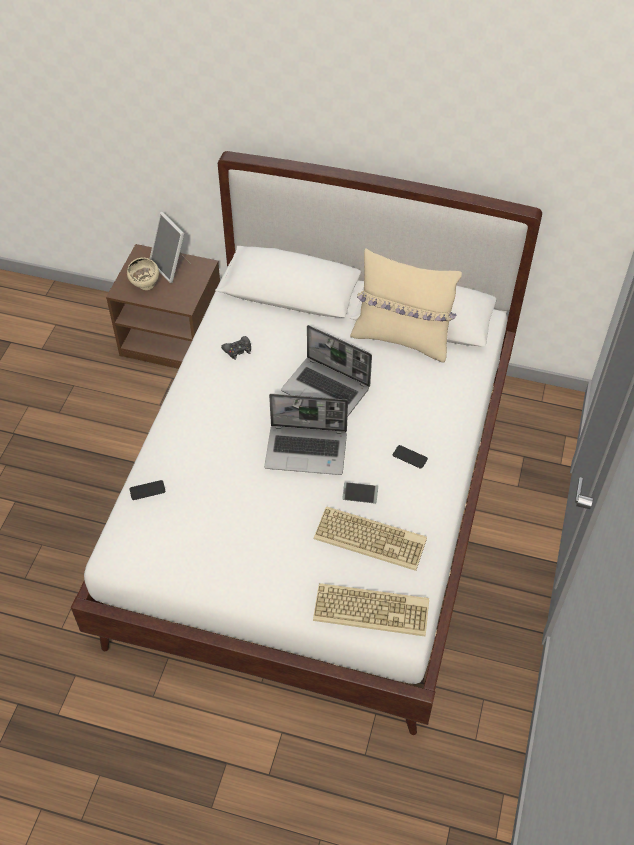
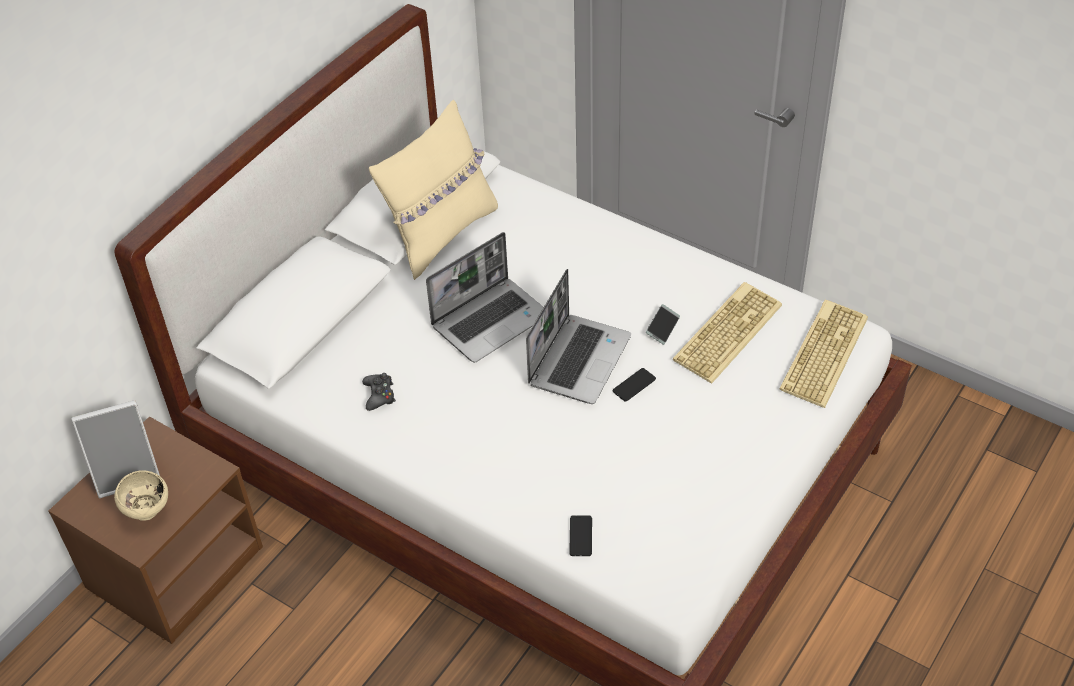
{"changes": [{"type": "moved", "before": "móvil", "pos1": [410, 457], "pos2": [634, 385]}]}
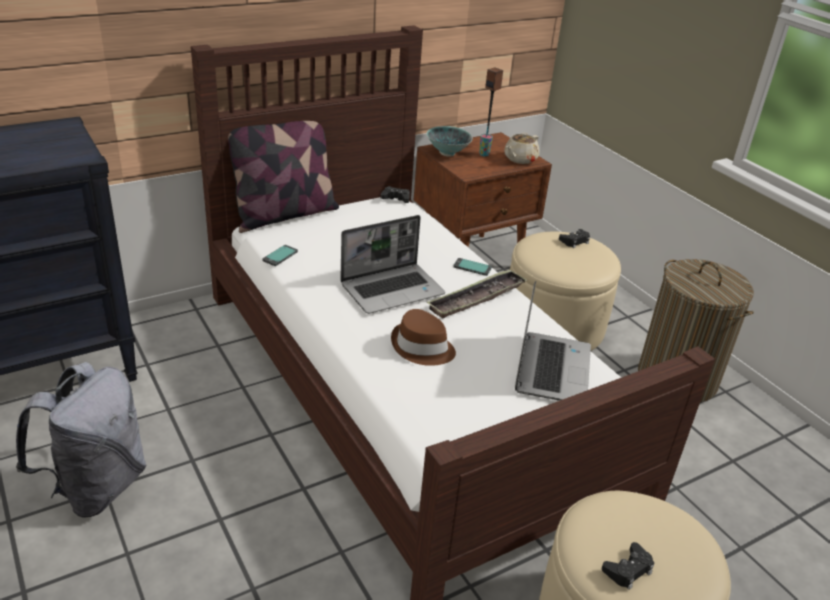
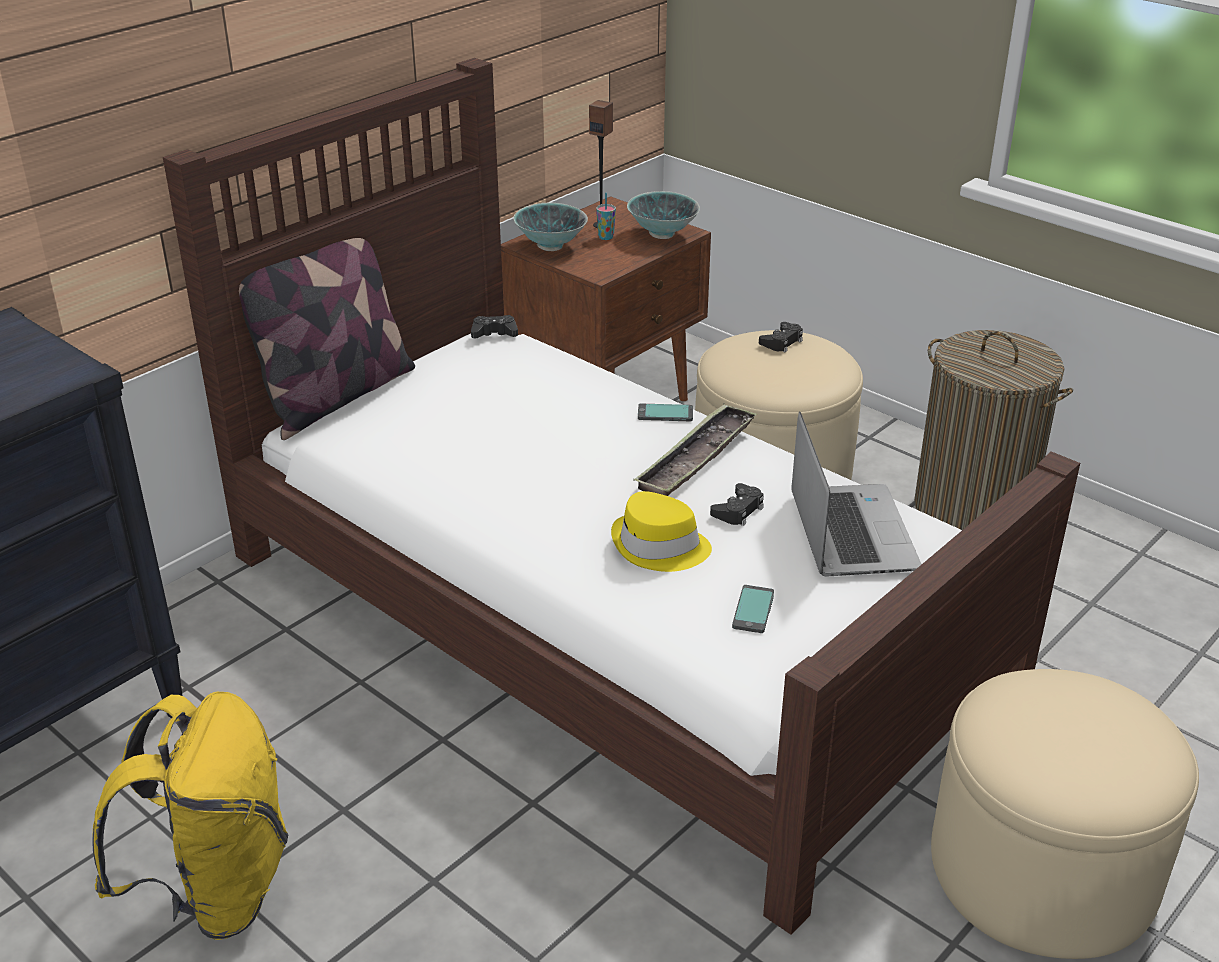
{"changes": [{"type": "replaced", "before": "tetera [beis]", "after": "cuenco", "pos1": [520, 159], "pos2": [662, 234]}, {"type": "removed", "before": "portátil", "pos1": [393, 289]}, {"type": "moved", "before": "móvil", "pos1": [280, 256], "pos2": [753, 610]}, {"type": "recoloured", "before": "sombrero [marrón]", "after": "sombrero [amarillo]", "pos1": [422, 348], "pos2": [659, 547]}, {"type": "recoloured", "before": "mochila [gris]", "after": "mochila [amarillo]", "pos1": [97, 487], "pos2": [217, 890]}, {"type": "moved", "before": "mando de consola [negro]", "pos1": [628, 570], "pos2": [738, 510]}]}
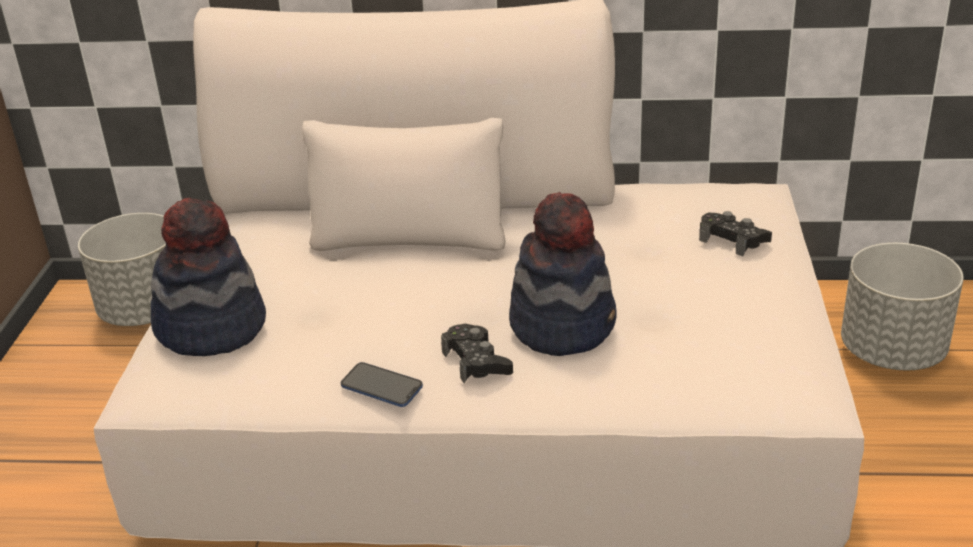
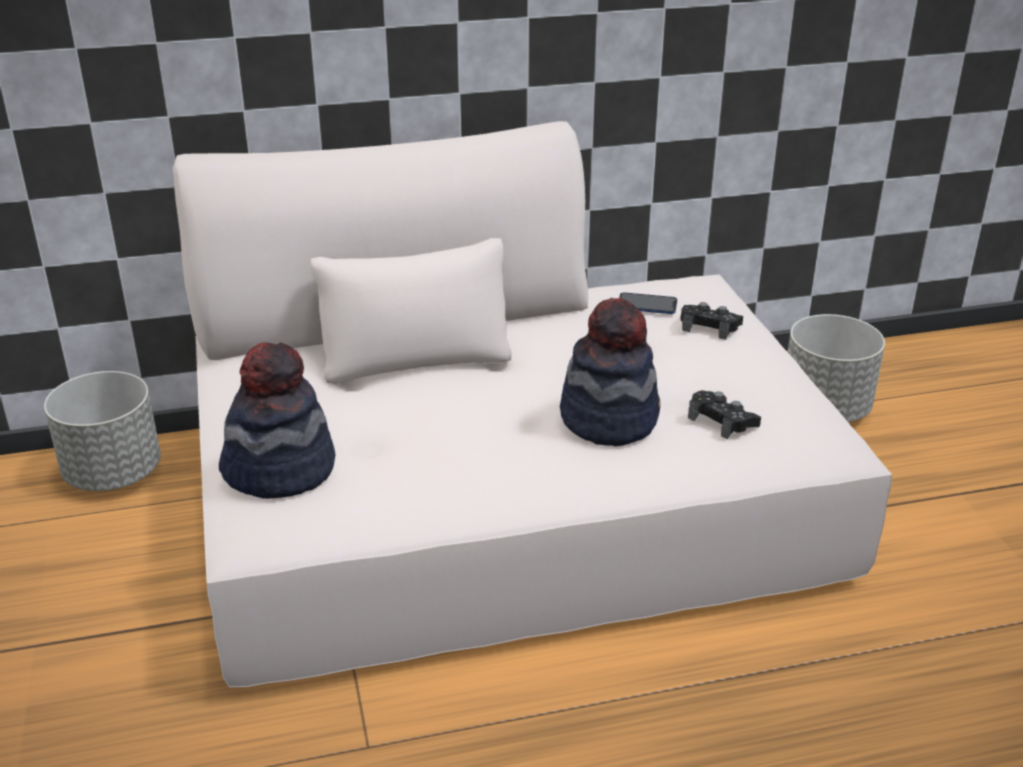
{"changes": [{"type": "moved", "before": "mando de consola [negro]", "pos1": [476, 361], "pos2": [722, 421]}, {"type": "moved", "before": "móvil", "pos1": [381, 386], "pos2": [647, 305]}]}
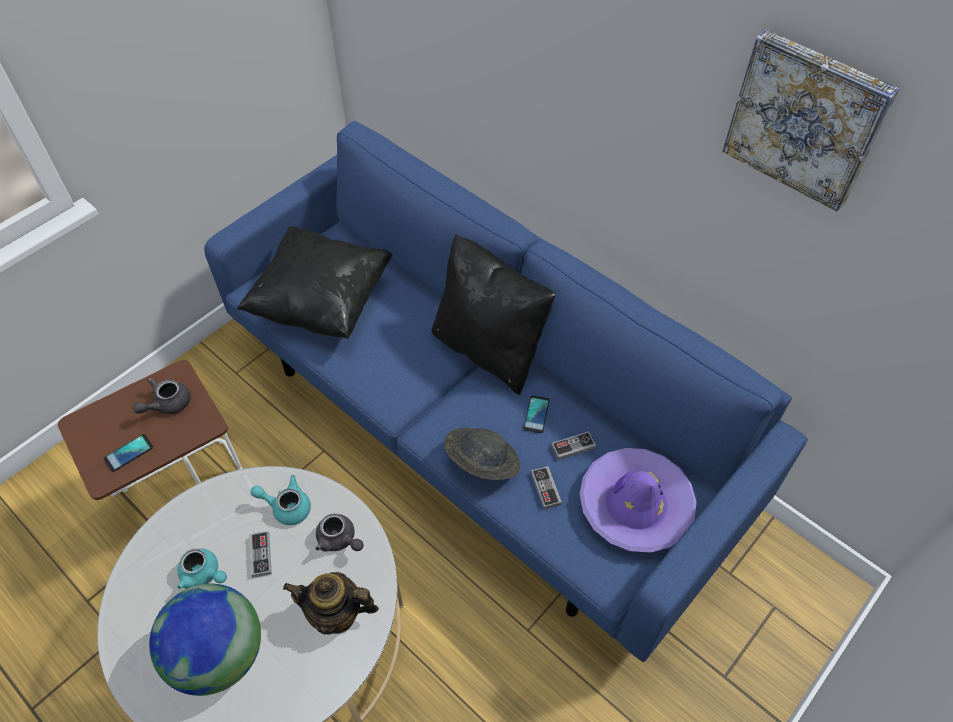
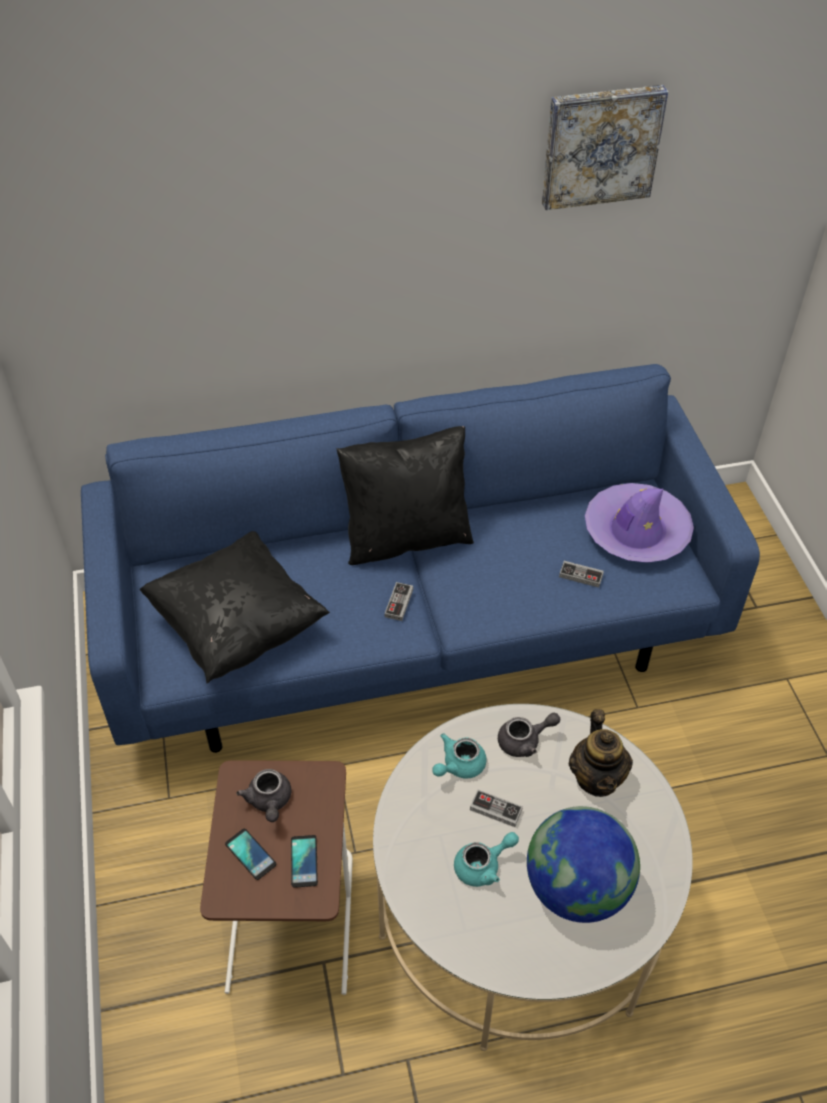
{"changes": [{"type": "moved", "before": "móvil", "pos1": [536, 414], "pos2": [250, 854]}, {"type": "removed", "before": "sombrero [gris]", "pos1": [481, 462]}, {"type": "moved", "before": "mando de consola", "pos1": [573, 447], "pos2": [399, 603]}, {"type": "turned", "before": "tetera", "pos1": [336, 614], "pos2": [597, 778], "turn": -45}]}
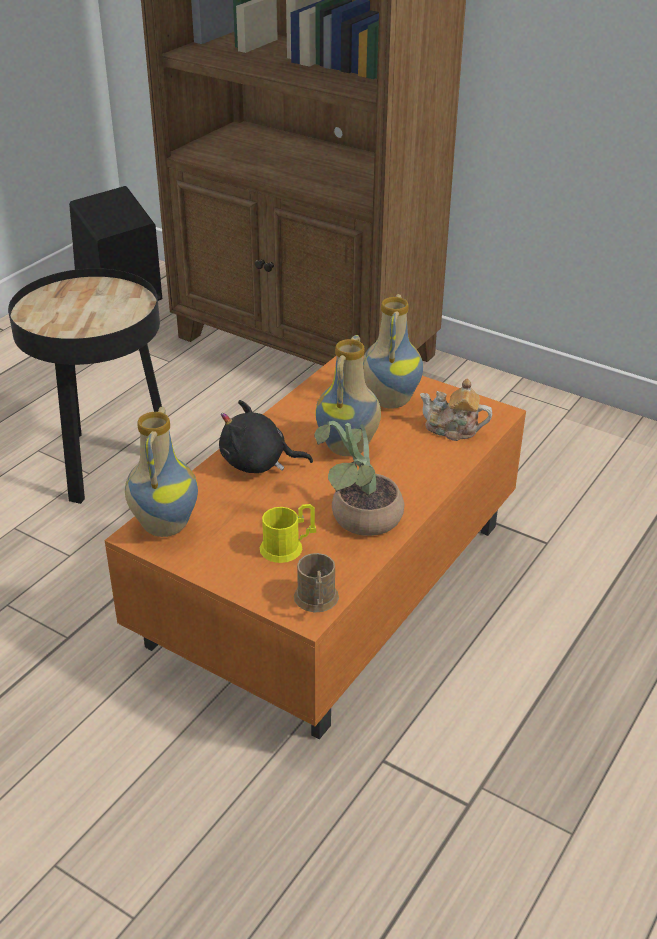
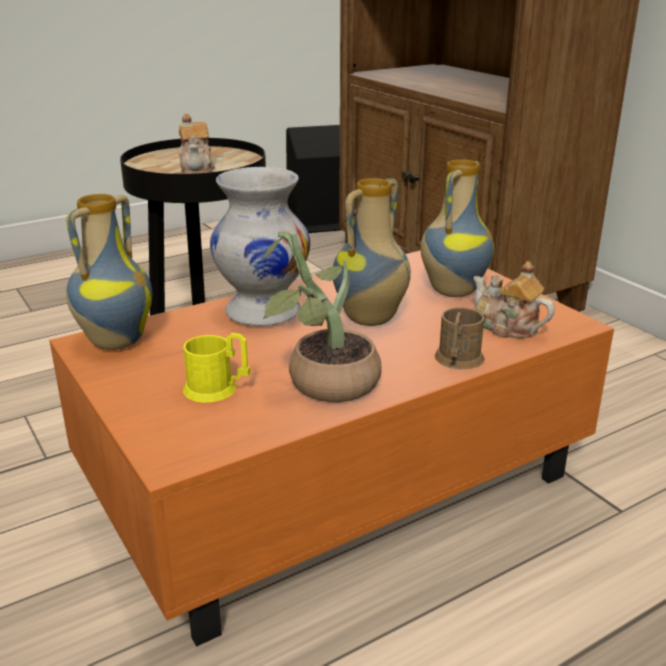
{"changes": [{"type": "replaced", "before": "peluche [negro]", "after": "florero [blanco]", "pos1": [258, 463], "pos2": [263, 312]}, {"type": "moved", "before": "taza grande [marrón]", "pos1": [317, 601], "pos2": [458, 361]}, {"type": "added", "after": "tetera", "pos2": [197, 170]}]}
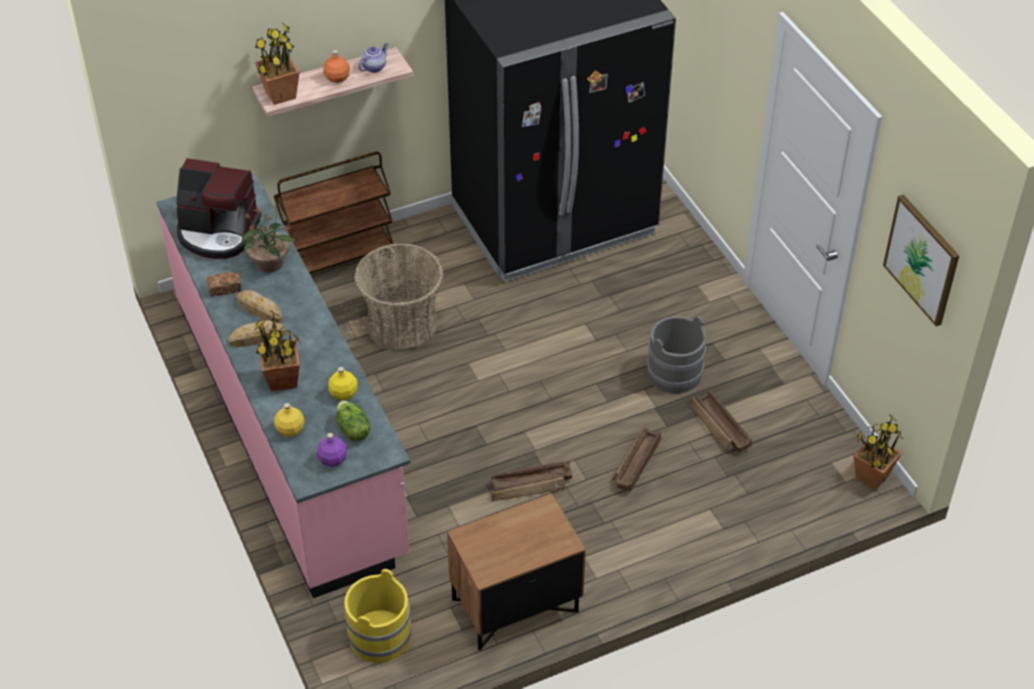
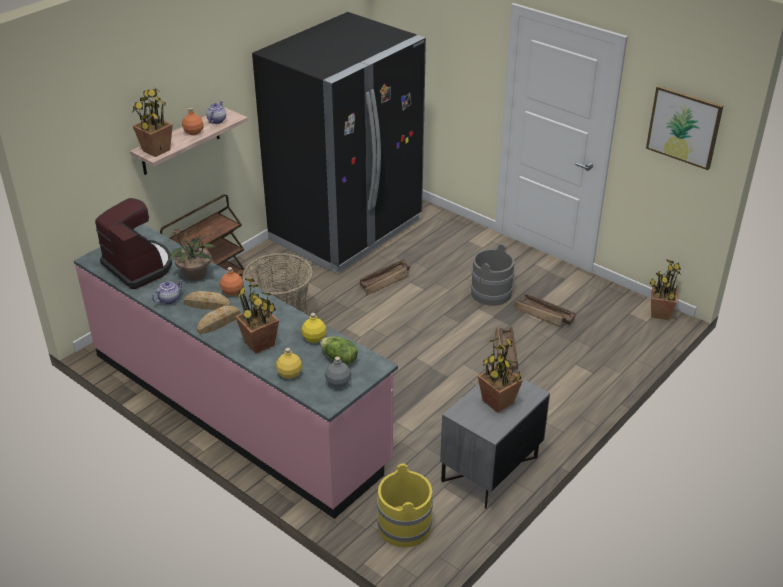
{"changes": [{"type": "turned", "before": "cafetera", "pos1": [218, 232], "pos2": [139, 266], "turn": -120}, {"type": "replaced", "before": "pan", "after": "tetera", "pos1": [225, 289], "pos2": [169, 299]}, {"type": "recoloured", "before": "botella [morado]", "after": "botella [gris]", "pos1": [333, 460], "pos2": [338, 383]}, {"type": "moved", "before": "caja de embalaje", "pos1": [531, 485], "pos2": [386, 281]}, {"type": "recoloured", "before": "mesita de noche [marrón]", "after": "mesita de noche [gris]", "pos1": [515, 607], "pos2": [490, 470]}, {"type": "added", "after": "botella [naranja]", "pos2": [232, 292]}, {"type": "added", "after": "planta en maceta", "pos2": [498, 402]}]}
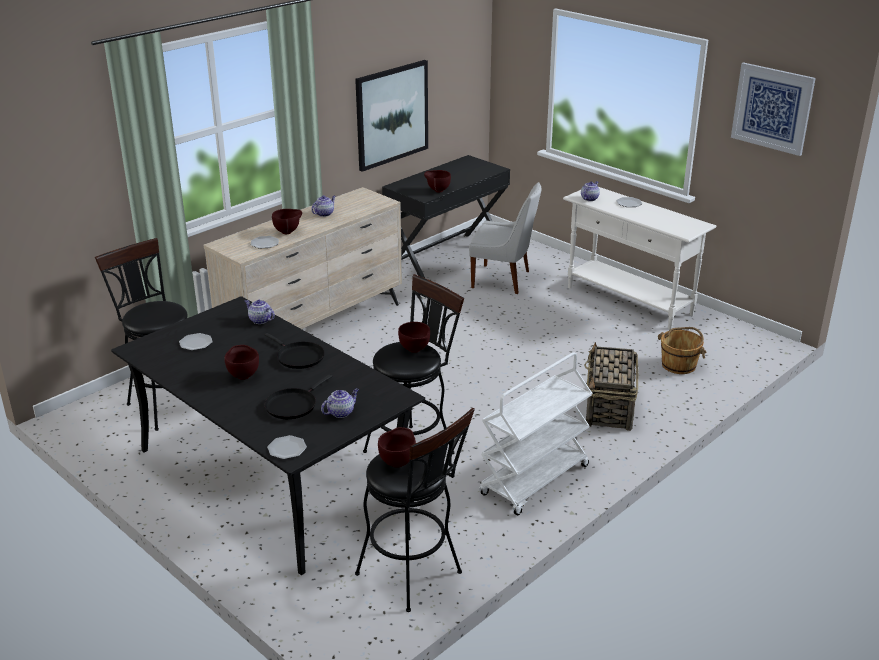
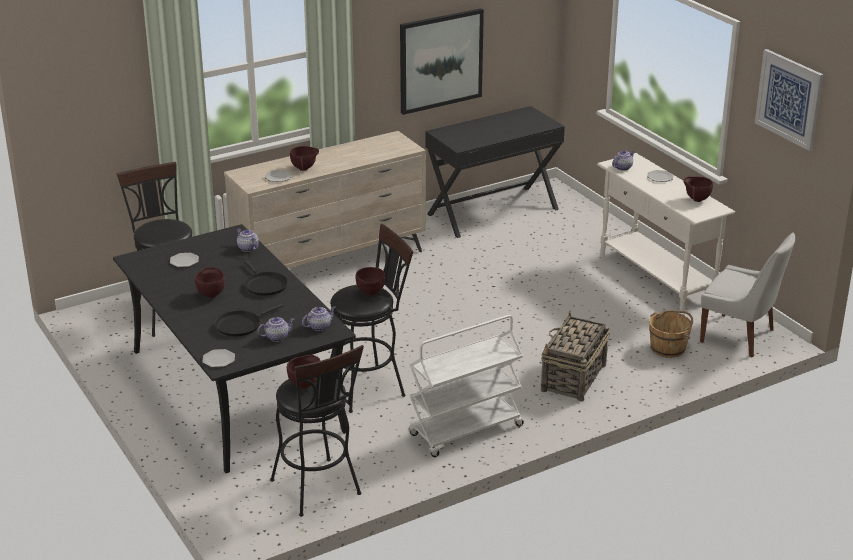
{"changes": [{"type": "moved", "before": "cuenco [marrón]", "pos1": [437, 190], "pos2": [696, 199]}, {"type": "moved", "before": "silla [blanco]", "pos1": [503, 280], "pos2": [740, 337]}, {"type": "moved", "before": "tetera", "pos1": [324, 213], "pos2": [319, 326]}]}
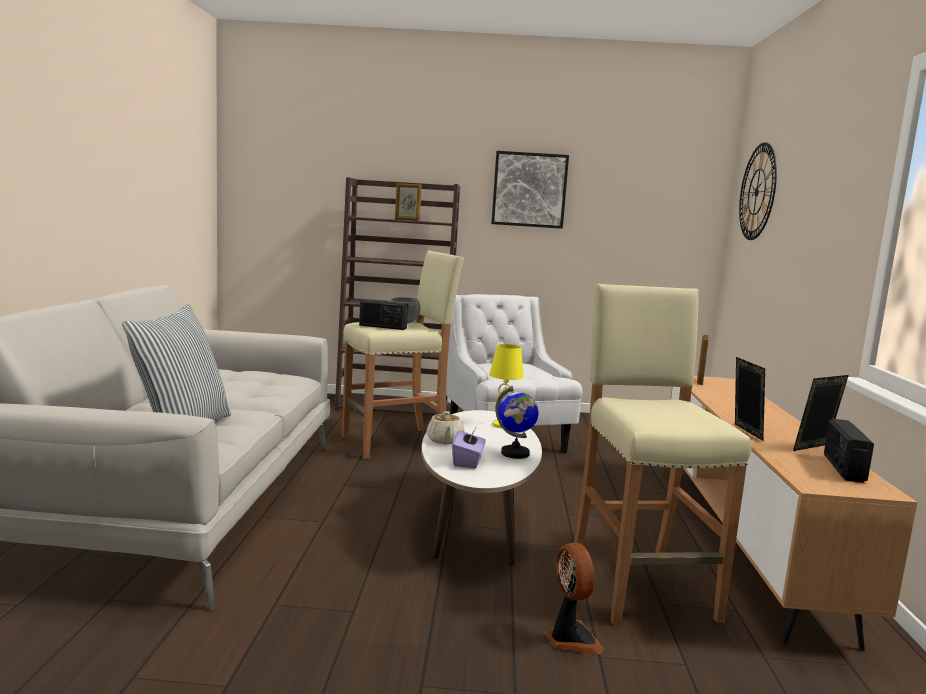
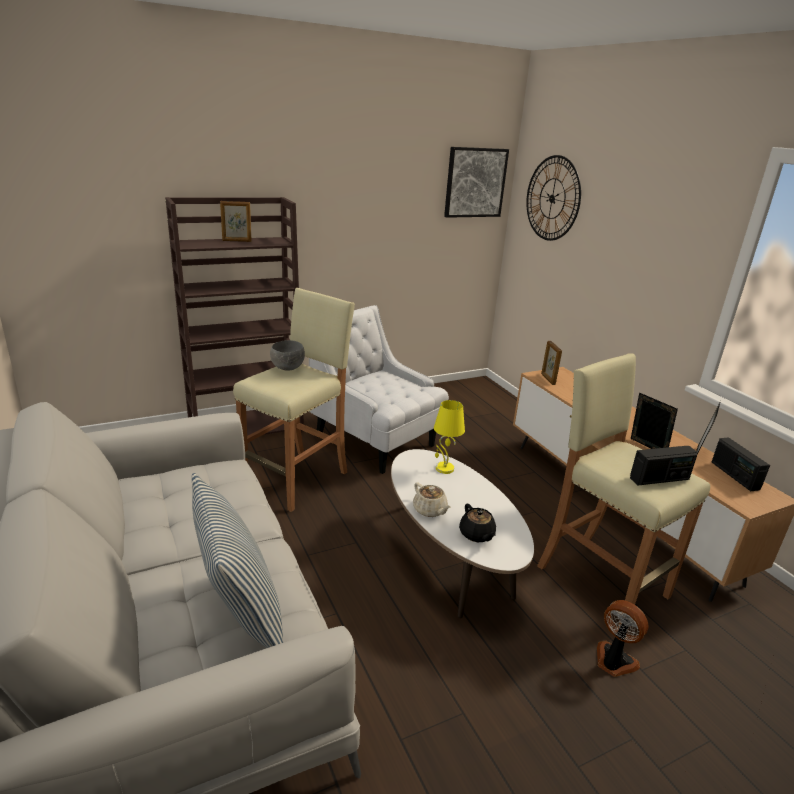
{"changes": [{"type": "moved", "before": "cuadro", "pos1": [529, 190], "pos2": [475, 182]}, {"type": "moved", "before": "radio", "pos1": [382, 327], "pos2": [659, 479]}, {"type": "removed", "before": "globo terráqueo", "pos1": [515, 454]}, {"type": "replaced", "before": "caja de pañuelos [morado]", "after": "tetera [negro]", "pos1": [468, 462], "pos2": [477, 535]}]}
